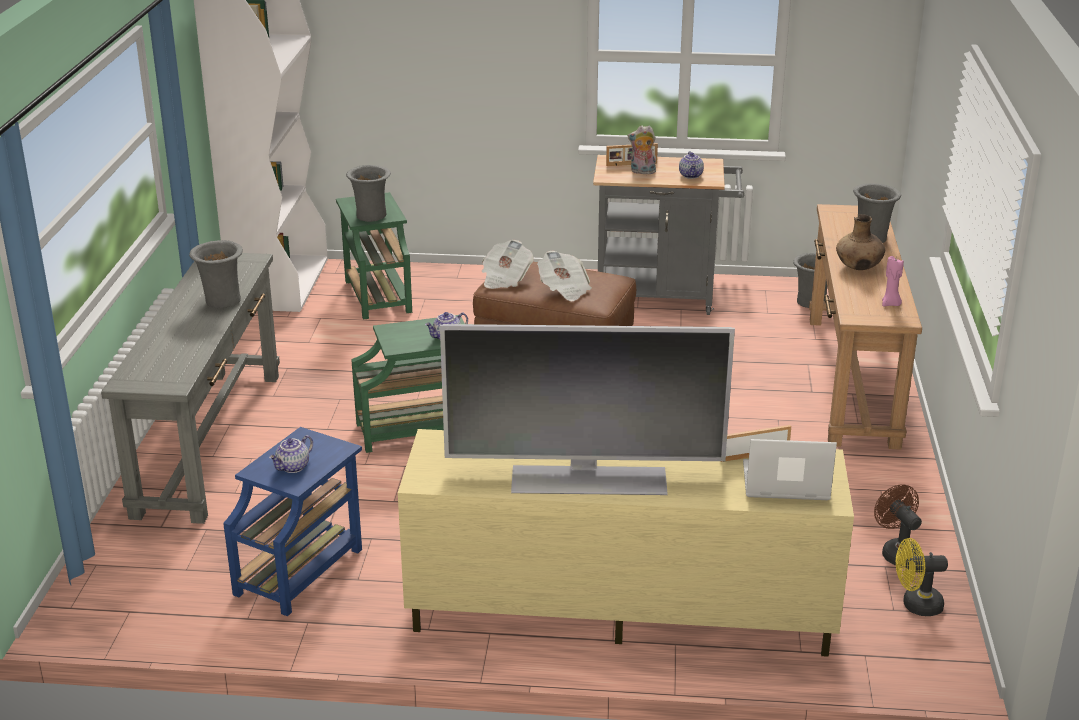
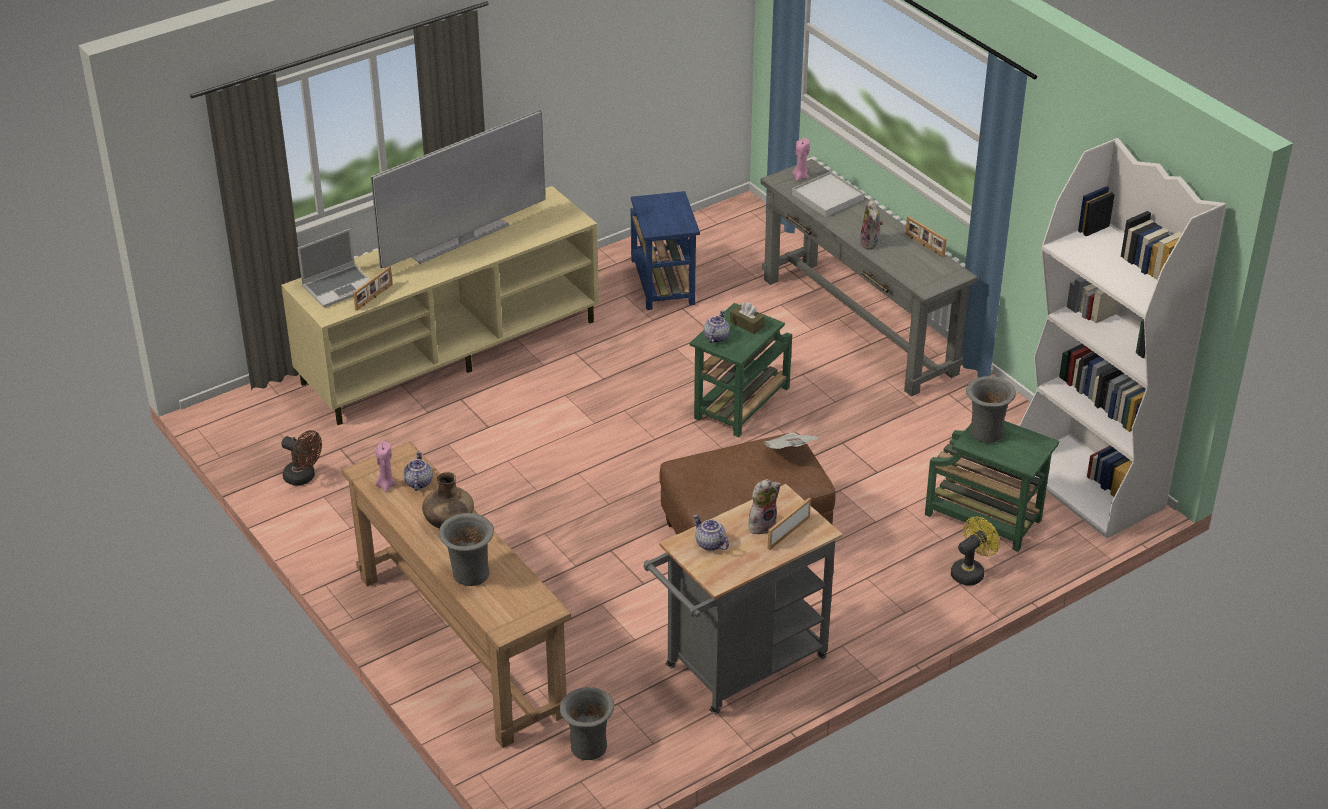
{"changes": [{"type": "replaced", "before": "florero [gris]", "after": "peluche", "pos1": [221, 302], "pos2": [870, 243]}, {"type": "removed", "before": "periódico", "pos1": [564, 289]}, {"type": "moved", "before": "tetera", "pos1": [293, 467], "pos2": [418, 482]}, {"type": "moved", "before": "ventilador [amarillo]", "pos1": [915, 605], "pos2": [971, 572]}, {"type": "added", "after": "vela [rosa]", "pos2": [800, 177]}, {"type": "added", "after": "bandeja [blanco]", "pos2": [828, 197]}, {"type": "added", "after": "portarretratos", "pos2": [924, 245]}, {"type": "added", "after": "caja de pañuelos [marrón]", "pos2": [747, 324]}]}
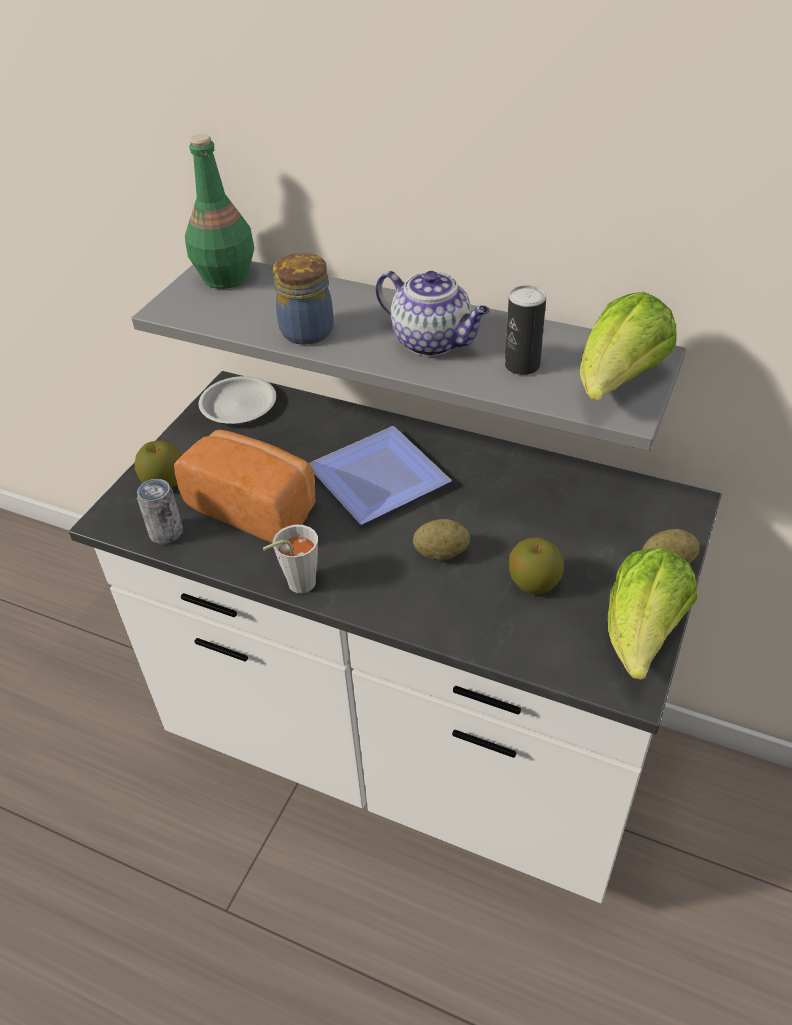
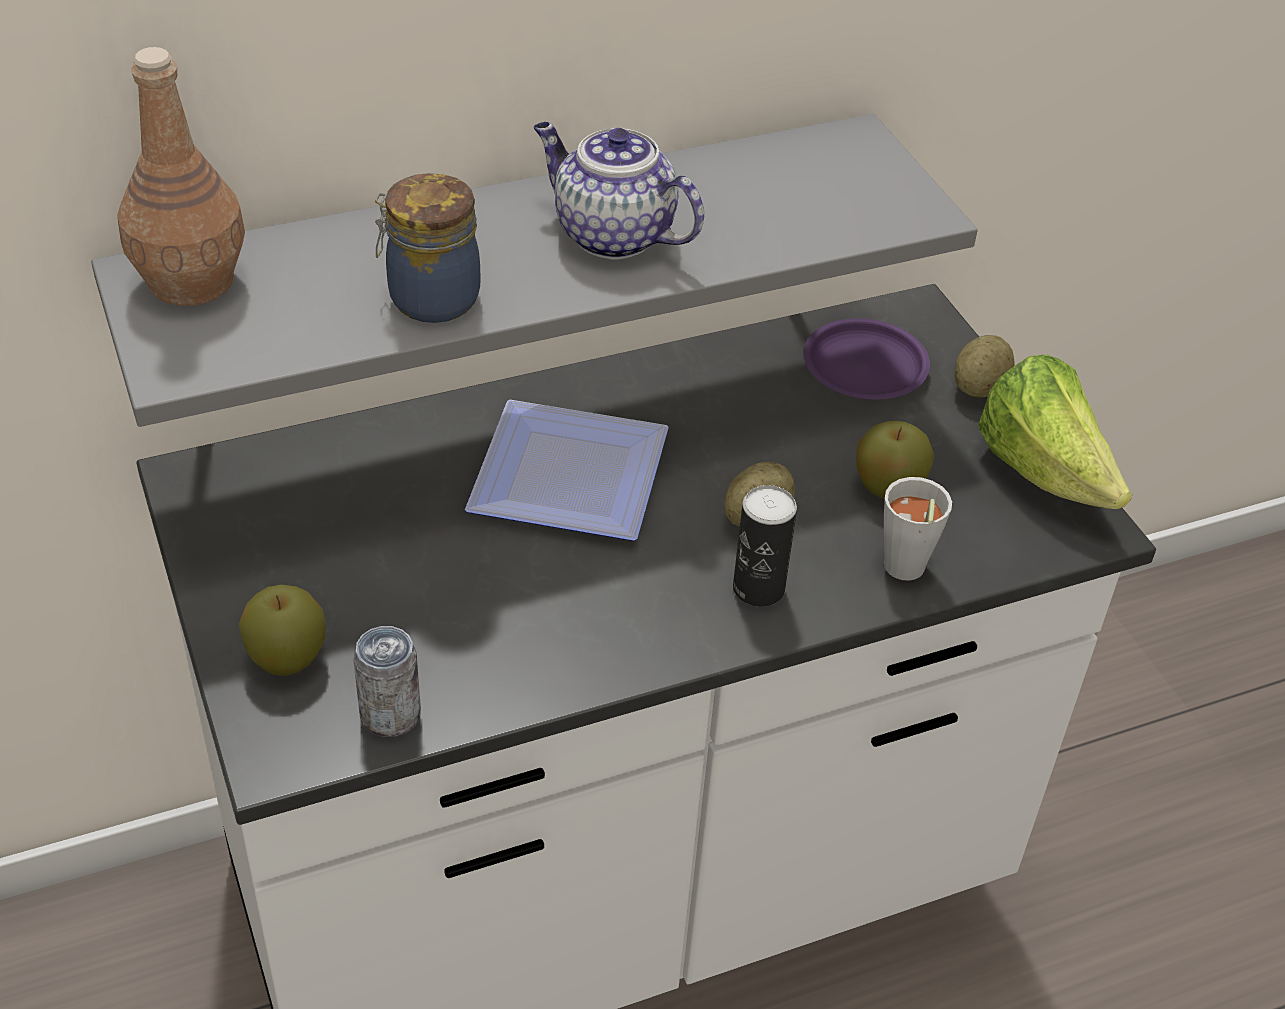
{"changes": [{"type": "recoloured", "before": "botella [verde]", "after": "botella [marrón]", "pos1": [225, 277], "pos2": [189, 282]}, {"type": "turned", "before": "tetera", "pos1": [433, 342], "pos2": [611, 234], "turn": -135}, {"type": "moved", "before": "lata", "pos1": [522, 365], "pos2": [758, 588]}, {"type": "removed", "before": "lechuga", "pos1": [617, 383]}, {"type": "removed", "before": "plato [blanco]", "pos1": [239, 405]}, {"type": "removed", "before": "pan", "pos1": [256, 506]}, {"type": "moved", "before": "taza [gris]", "pos1": [296, 586], "pos2": [903, 572]}, {"type": "added", "after": "plato [morado]", "pos2": [864, 367]}]}
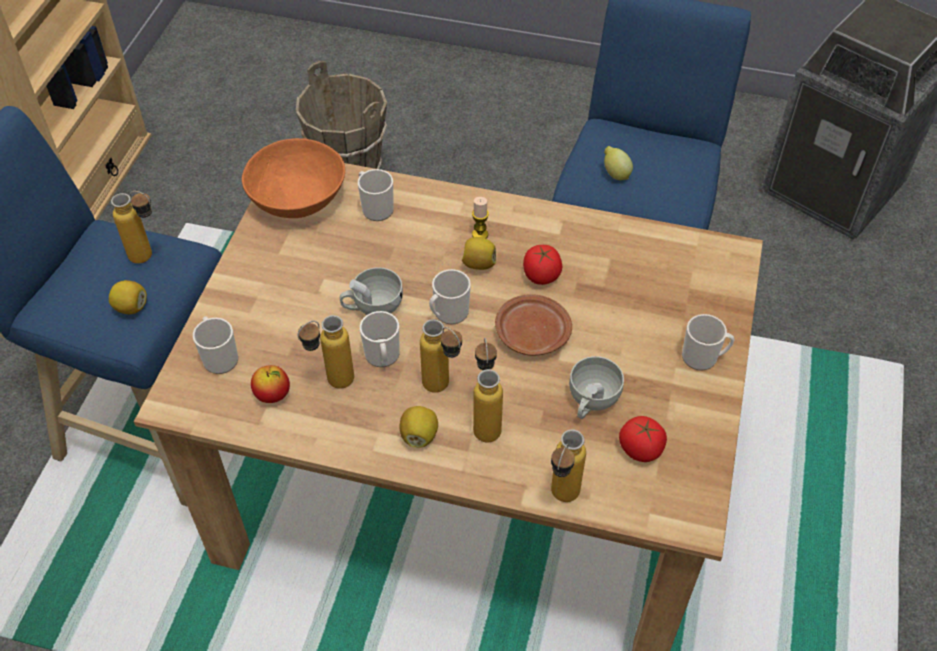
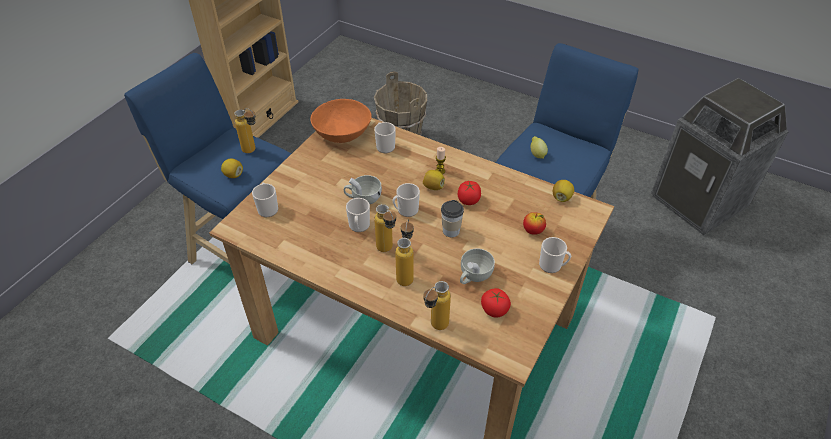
{"changes": [{"type": "replaced", "before": "plato [marrón]", "after": "taza", "pos1": [531, 333], "pos2": [451, 231]}, {"type": "removed", "before": "botella", "pos1": [331, 384]}, {"type": "moved", "before": "manzana", "pos1": [273, 395], "pos2": [533, 231]}, {"type": "moved", "before": "limón", "pos1": [419, 435], "pos2": [561, 197]}]}
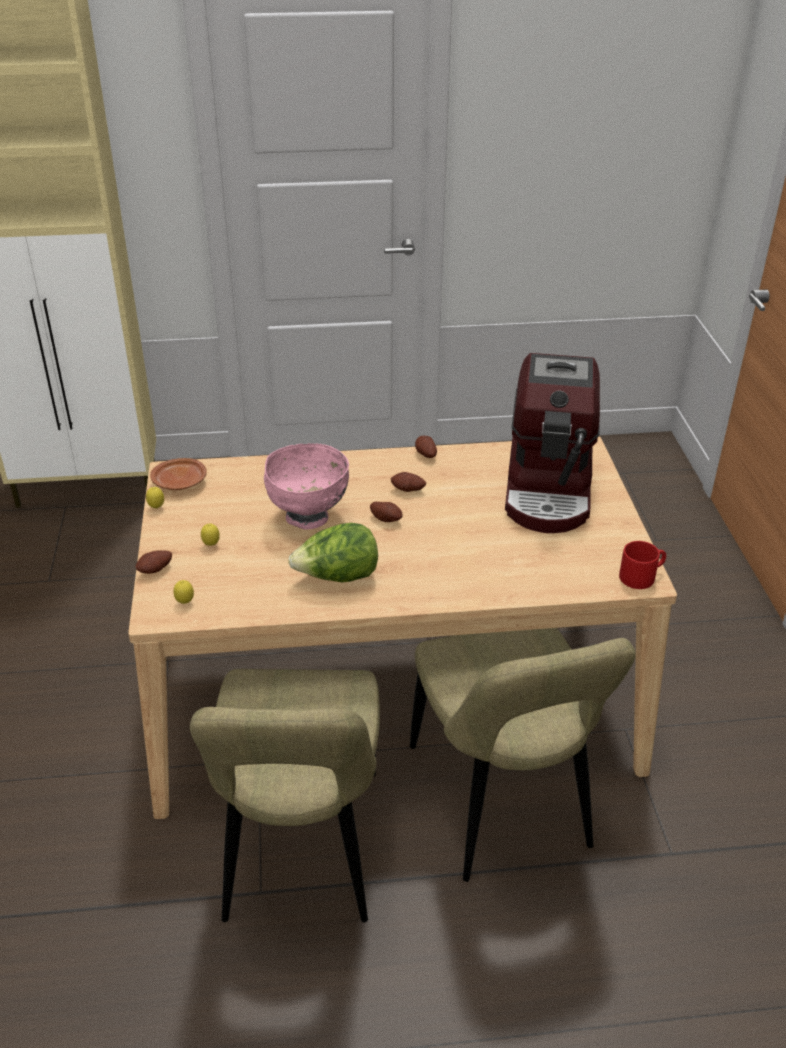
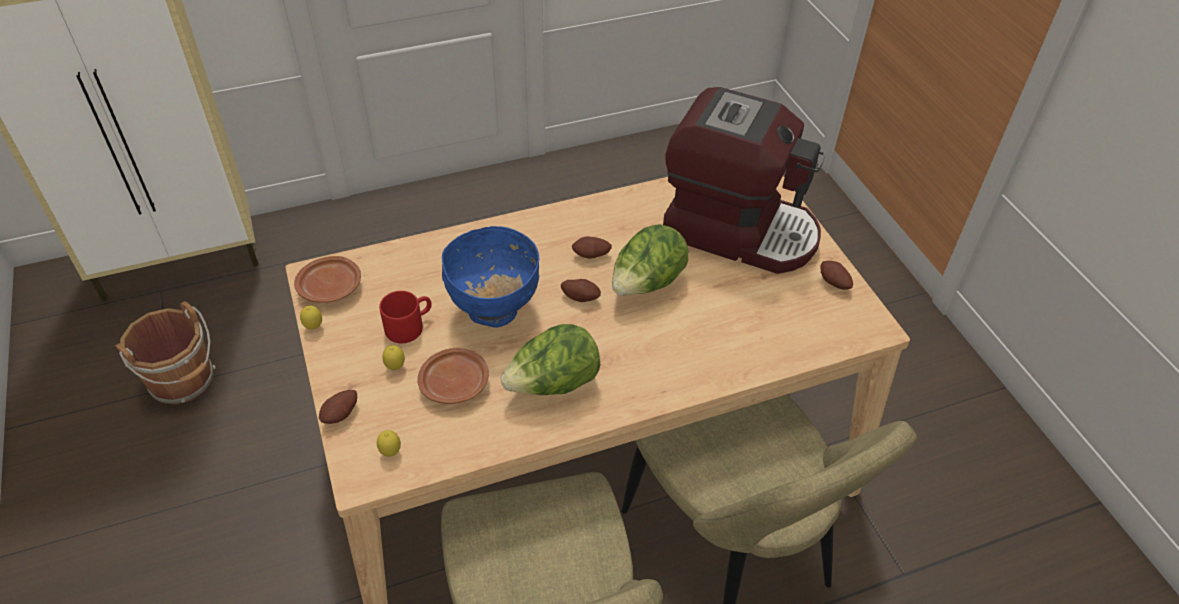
{"changes": [{"type": "turned", "before": "cafetera", "pos1": [549, 489], "pos2": [739, 229], "turn": -60}, {"type": "moved", "before": "patata", "pos1": [425, 455], "pos2": [833, 283]}, {"type": "recoloured", "before": "cuenco [rosa]", "after": "cuenco [azul]", "pos1": [308, 518], "pos2": [494, 311]}, {"type": "moved", "before": "taza grande [rojo]", "pos1": [641, 575], "pos2": [409, 325]}, {"type": "added", "after": "lechuga", "pos2": [647, 284]}, {"type": "added", "after": "cubo [marrón]", "pos2": [184, 382]}, {"type": "added", "after": "plato [marrón]", "pos2": [455, 383]}]}
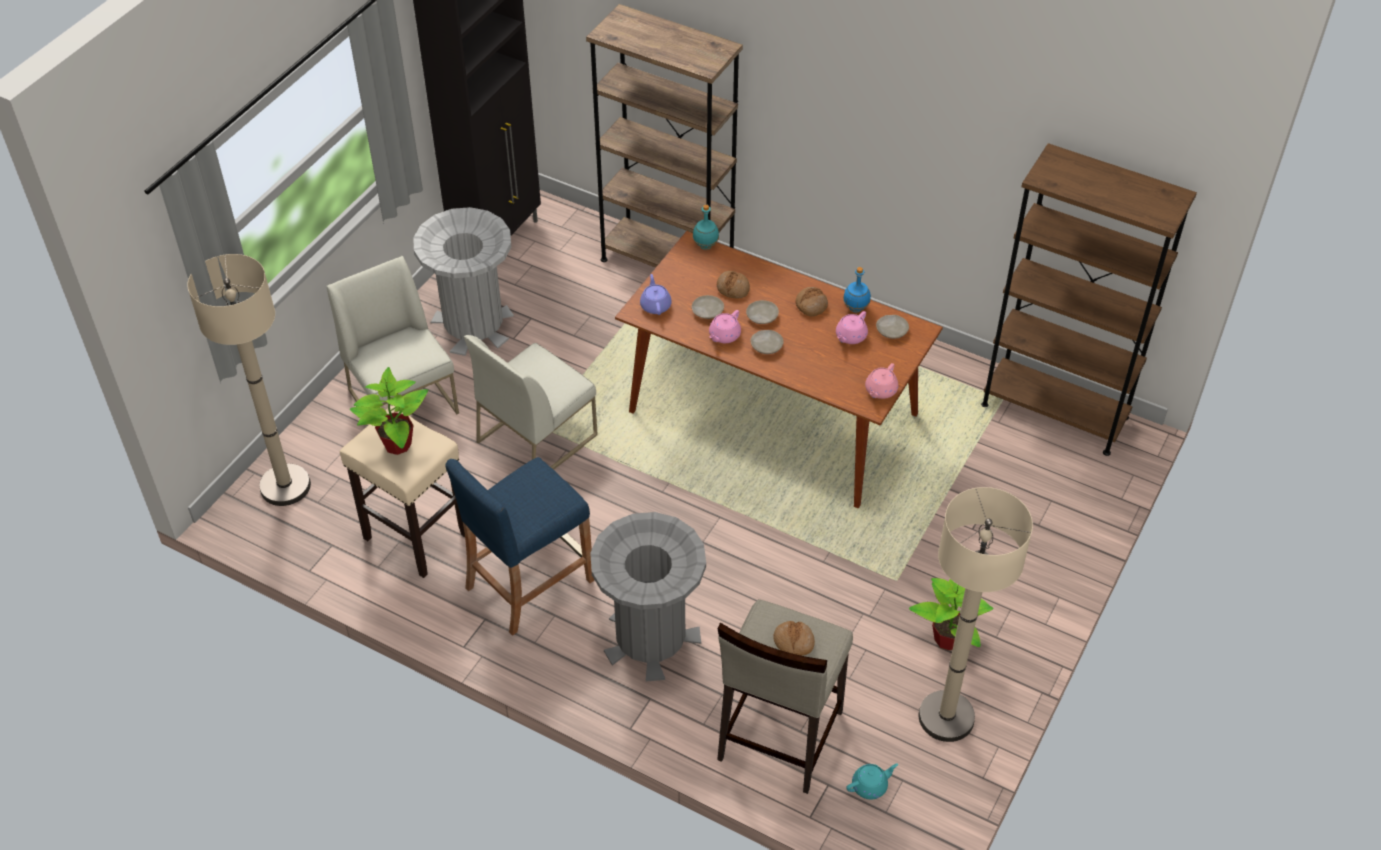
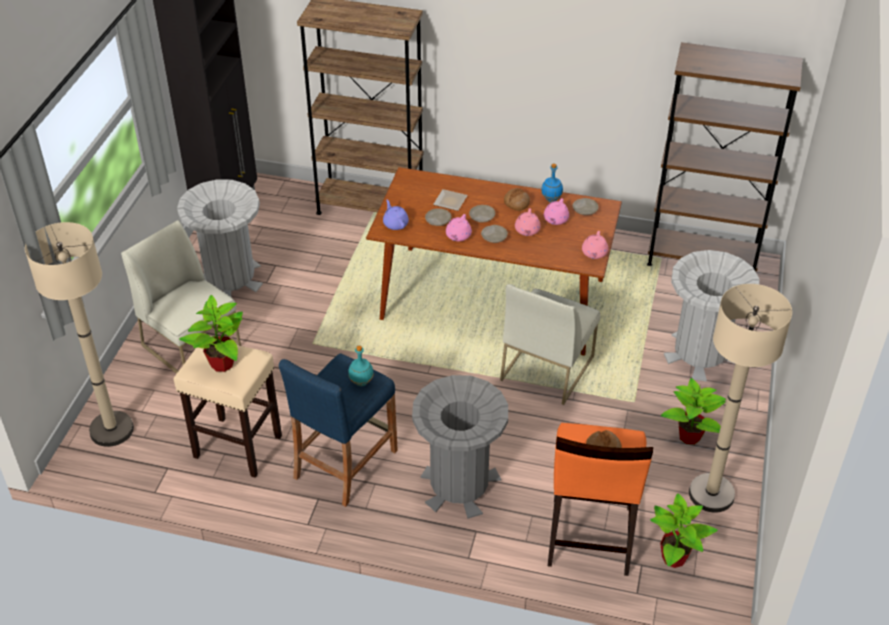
{"changes": [{"type": "moved", "before": "botella [turquesa]", "pos1": [705, 245], "pos2": [361, 382]}, {"type": "replaced", "before": "pan", "after": "plato", "pos1": [733, 288], "pos2": [451, 201]}, {"type": "moved", "before": "silla [blanco]", "pos1": [537, 437], "pos2": [547, 367]}, {"type": "recoloured", "before": "taburete [beis]", "after": "taburete [naranja]", "pos1": [779, 736], "pos2": [589, 537]}, {"type": "replaced", "before": "tetera [turquesa]", "after": "planta en maceta", "pos1": [870, 786], "pos2": [674, 558]}, {"type": "added", "after": "tetera [rosa]", "pos2": [527, 231]}, {"type": "added", "after": "papelera [gris]", "pos2": [700, 353]}]}
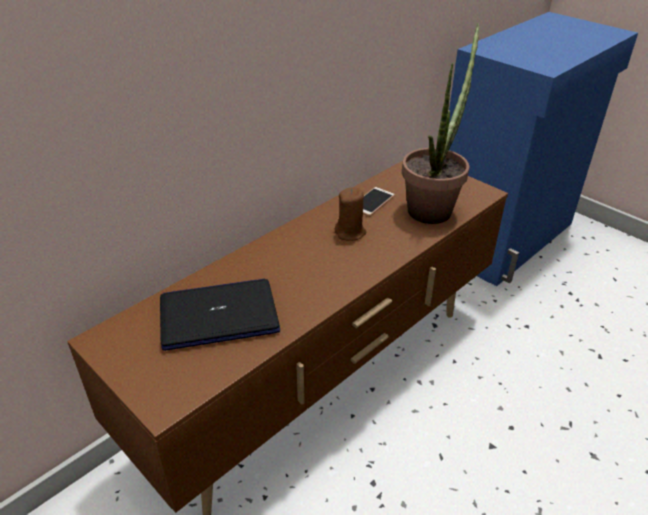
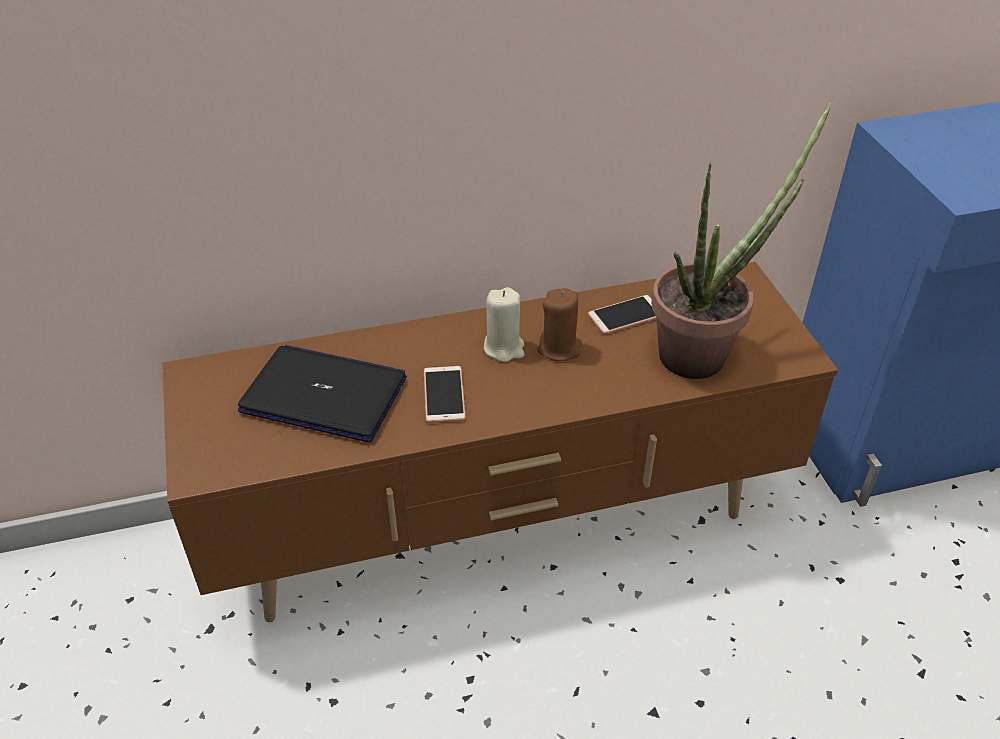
{"changes": [{"type": "added", "after": "vela [beis]", "pos2": [504, 348]}, {"type": "added", "after": "móvil", "pos2": [444, 395]}]}
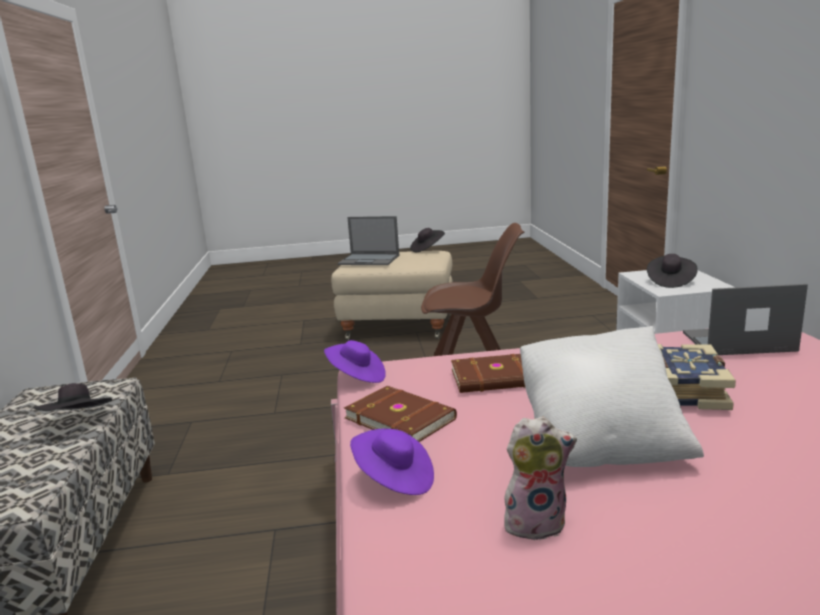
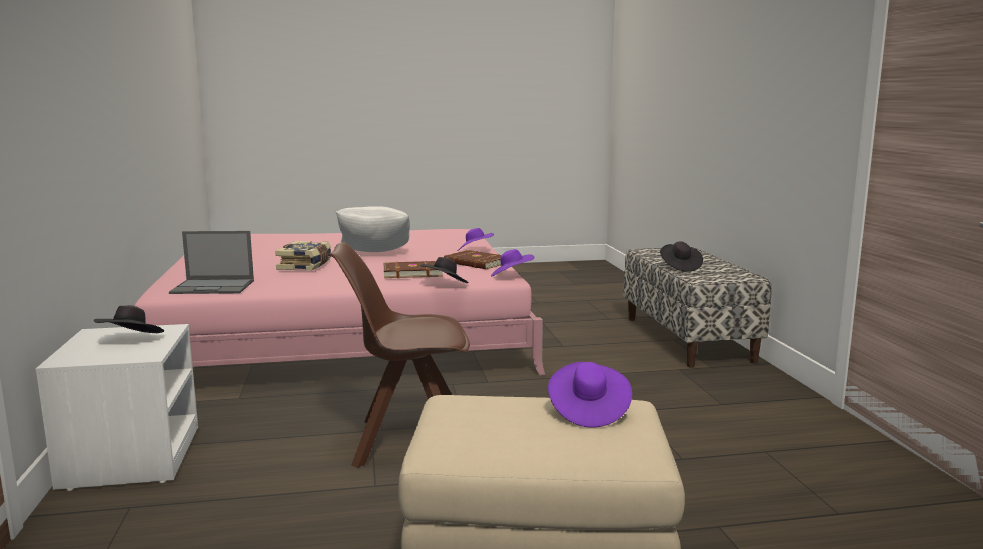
{"changes": [{"type": "replaced", "before": "portátil", "after": "sombrero [morado]", "pos1": [370, 260], "pos2": [588, 411]}, {"type": "moved", "before": "sombrero [negro]", "pos1": [427, 249], "pos2": [445, 285]}, {"type": "removed", "before": "peluche", "pos1": [536, 522]}]}
